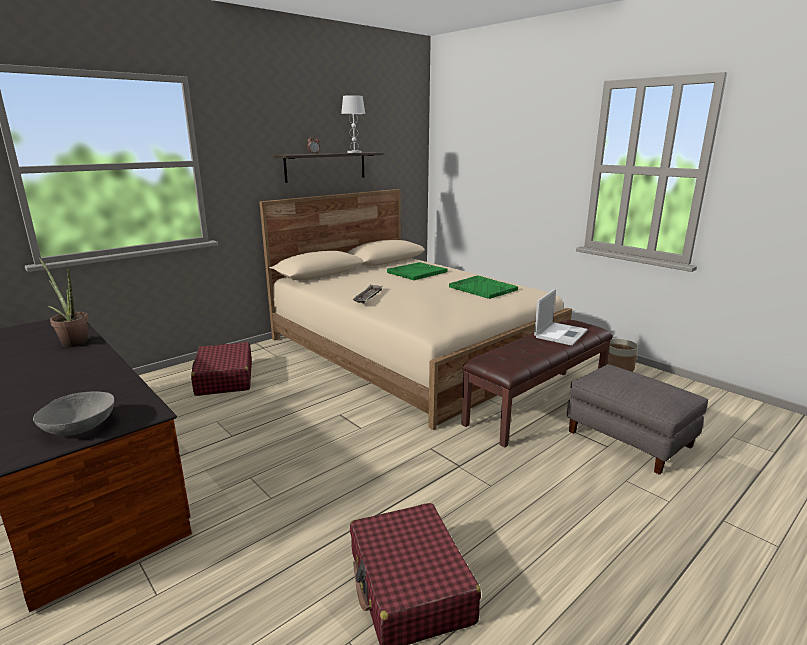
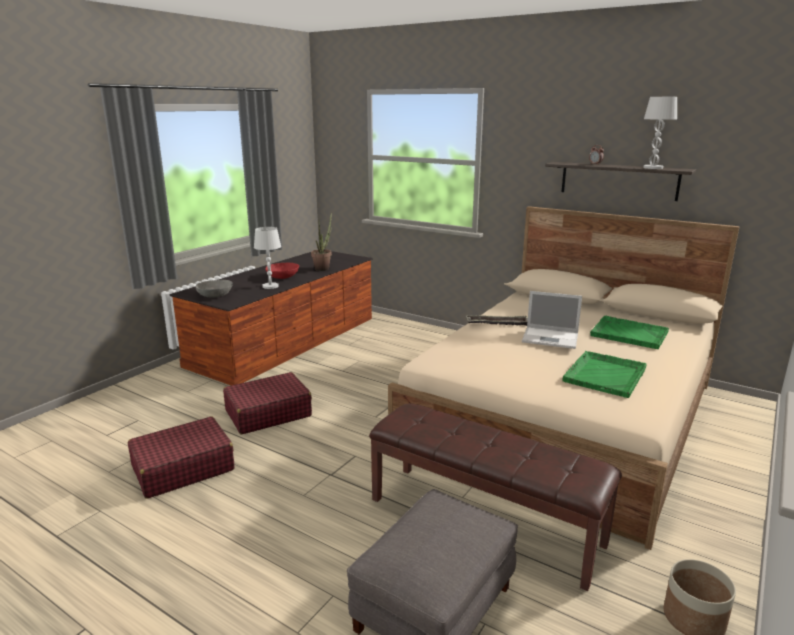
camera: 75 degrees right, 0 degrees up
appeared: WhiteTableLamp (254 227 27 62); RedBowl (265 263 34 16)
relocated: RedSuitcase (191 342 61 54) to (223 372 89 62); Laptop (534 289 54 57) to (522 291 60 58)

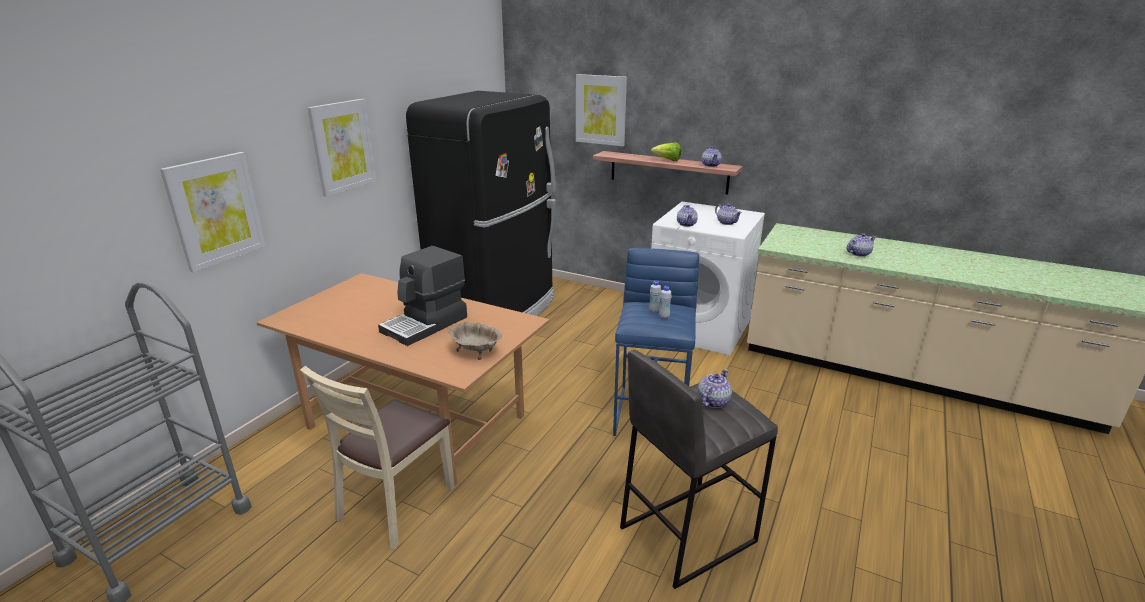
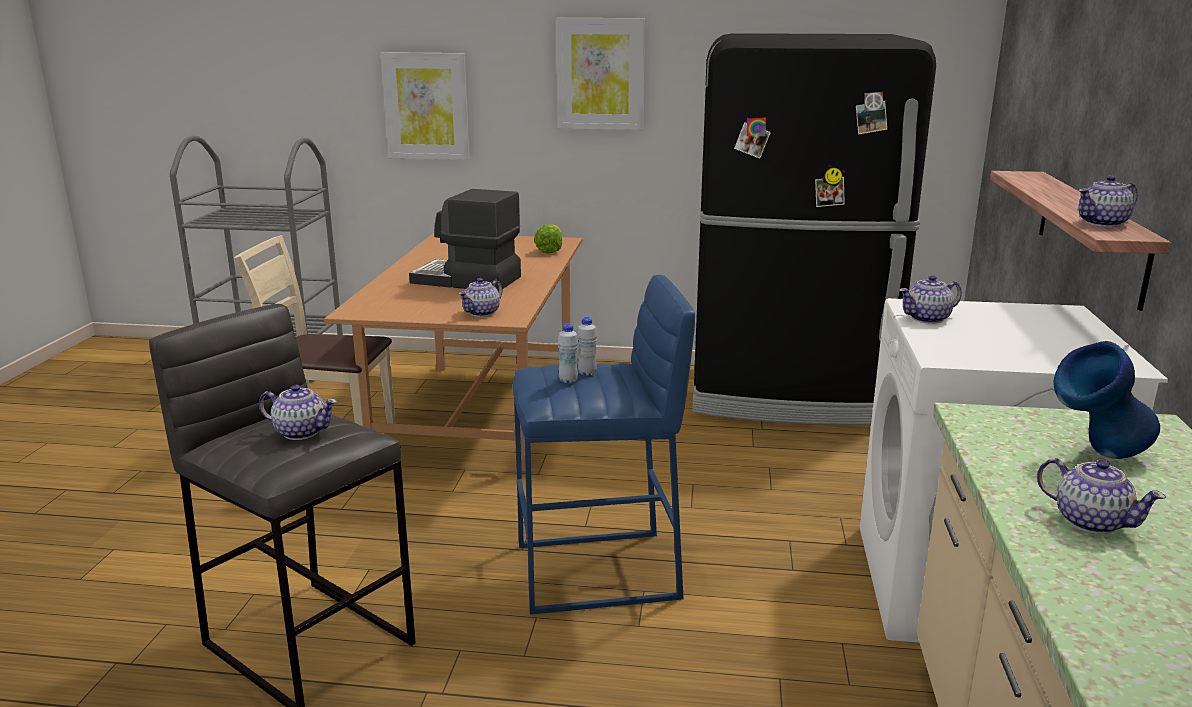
camera: 70 degrees right, 5 degrees down
missing: BeigeBowl (448 322 54 38); Picture (576 74 51 72)
appeared: BlueVase (1053 341 107 118)
relocated: Teapot (715 204 27 21) to (458 278 44 39); Lettuce (651 142 30 19) to (534 224 28 30)

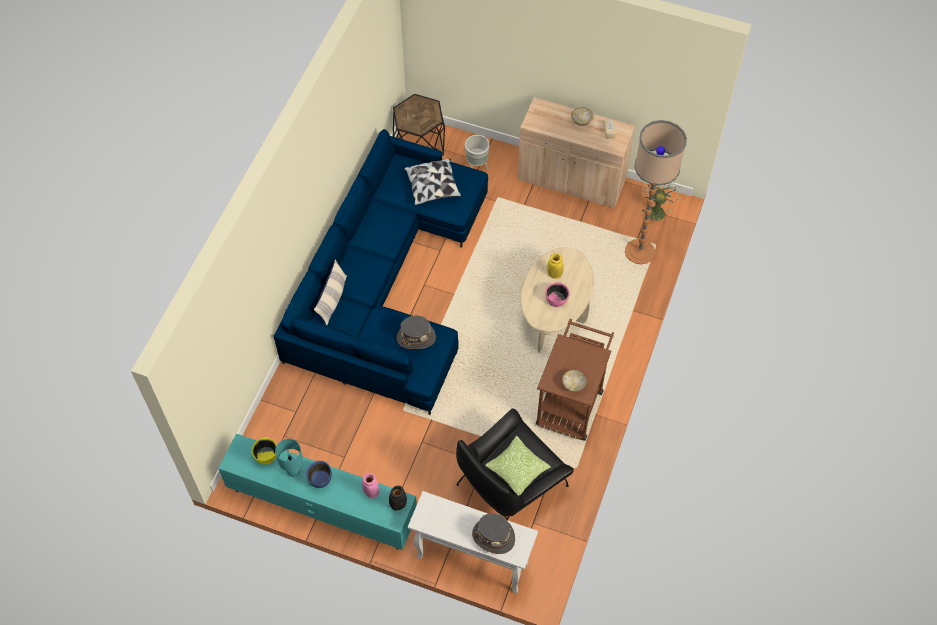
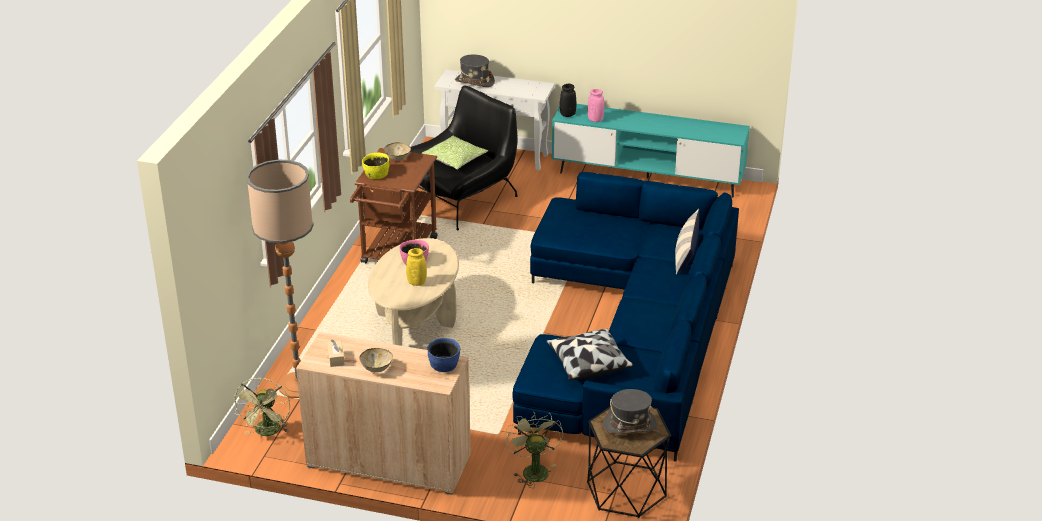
camera: 175 degrees right, 25 degrees down
missing: TurquoiseTableLamp (275 439 28 38)
relocated: YellowBowl (252 437 25 28) to (362 153 27 26); BlueBowl (306 461 26 27) to (427 338 33 34); GreyHat (397 316 39 33) to (603 389 55 45)
exchanged: GreyPlanter (465 135 25 35) to GreenFan (506 412 57 76)

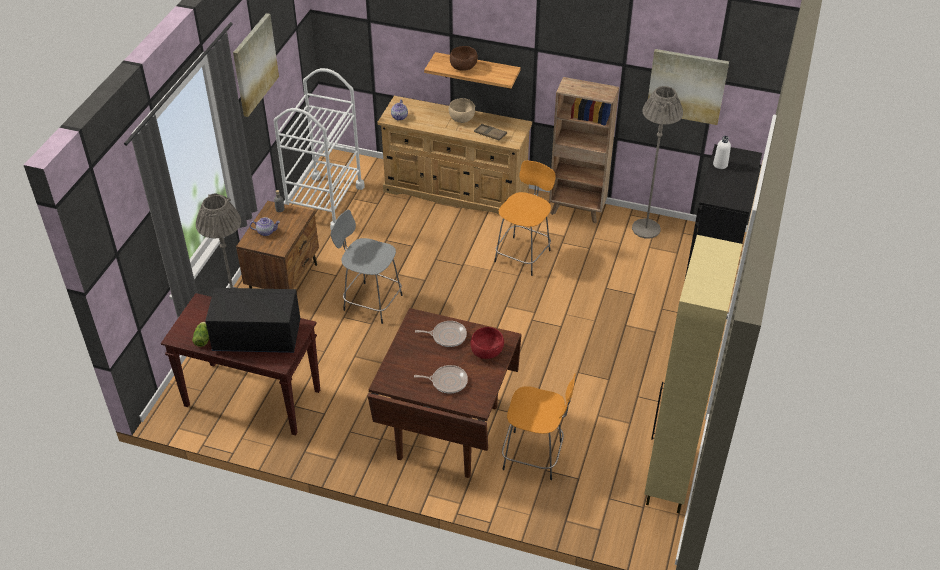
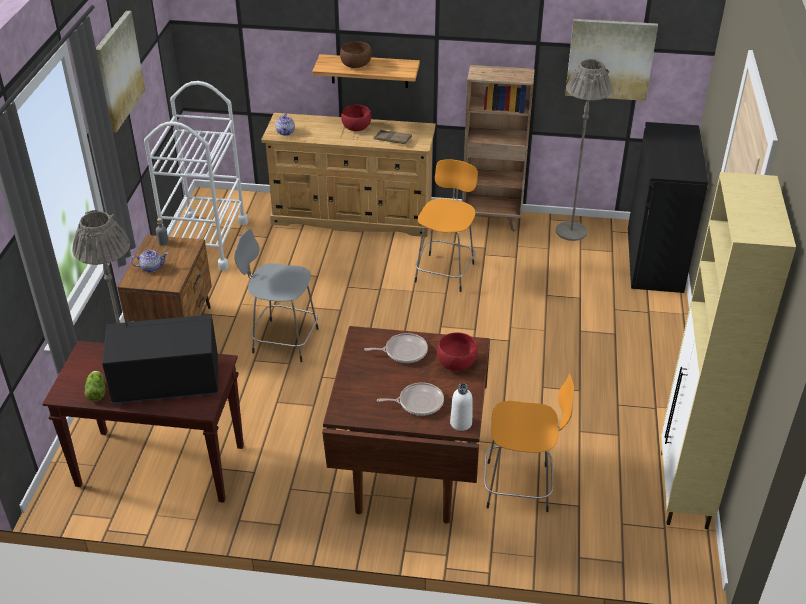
camera: 10 degrees left, 5 degrees down
relocated: WhiteBottle (713 136 18 33) to (450 383 23 48)
colour: BeigeBowl (449 98 27 25) to RedBowl (341 105 30 26)

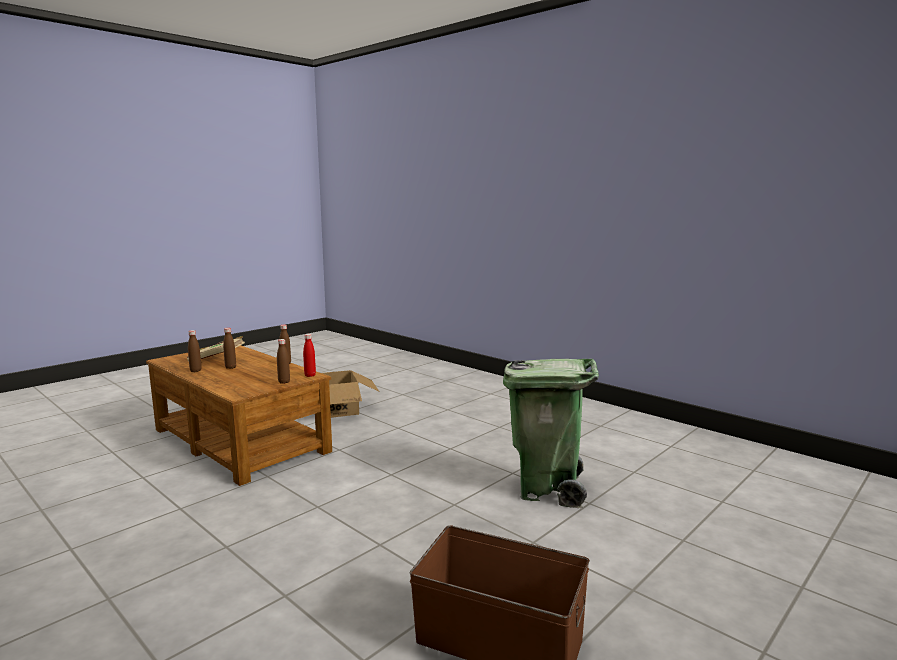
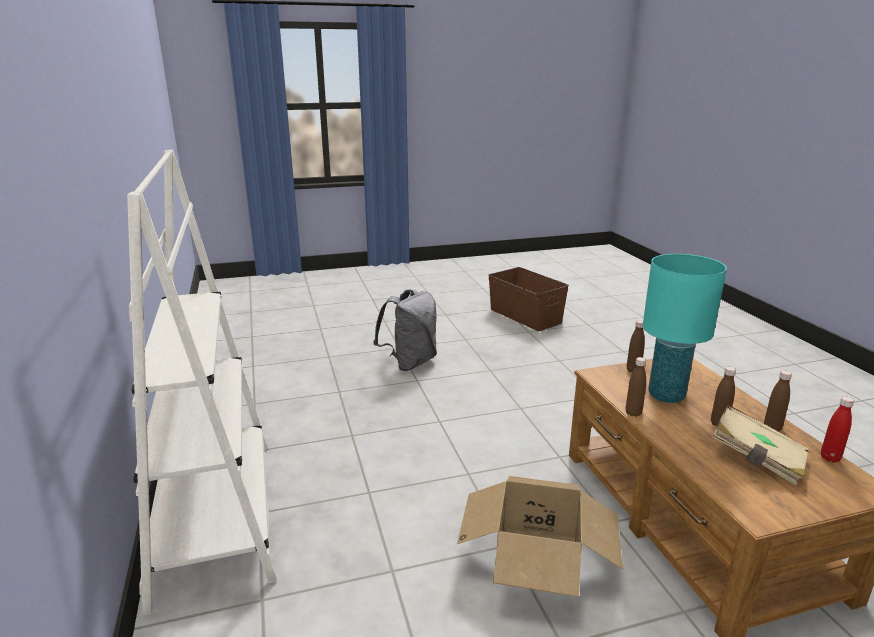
camera: 150 degrees left, 10 degrees up
appeared: WhiteBookcase (127 149 150 466); TurquoiseTableLamp (643 254 84 149)
relocated: RedBottle (303 334 13 43) to (821 397 33 66)
exchanged: GreenTrashCan (503 359 96 149) to GreyBackpack (373 290 64 81)

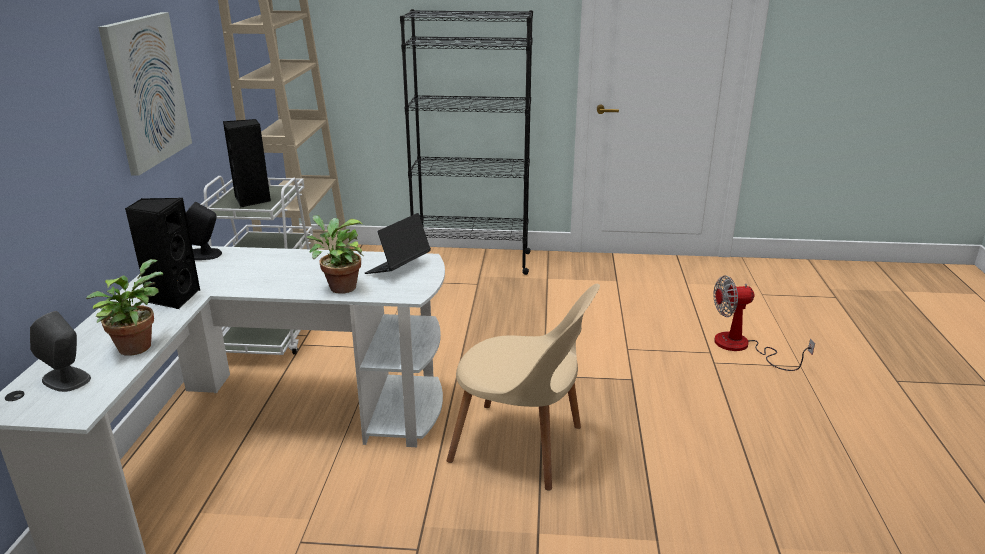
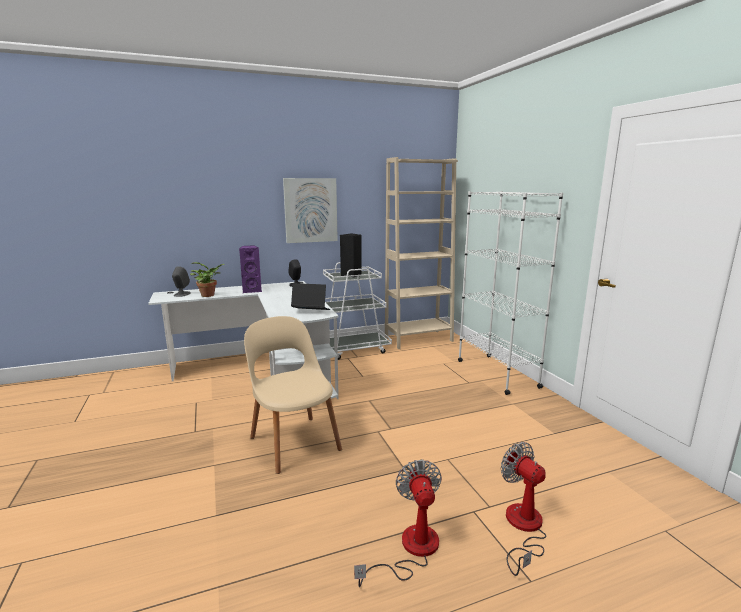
camera: 65 degrees right, 10 degrees down
missing: PottedPlant (306 215 58 79)
appeared: Fan (354 460 88 127)
colour: BlackSpeaker (125 198 75 111) to PurpleSpeaker (239 245 23 48); BlackBookcase (400 9 133 266) to WhiteBookcase (458 191 105 204)
spun: BeigeChair (447 283 153 208) = (244 316 98 158) 150 degrees clockwise

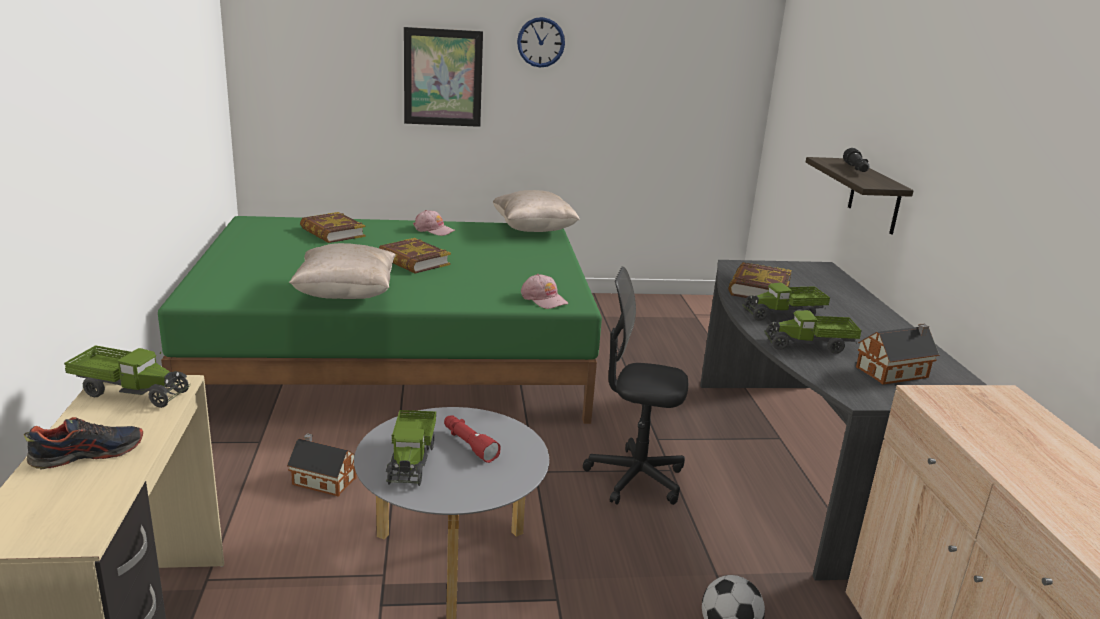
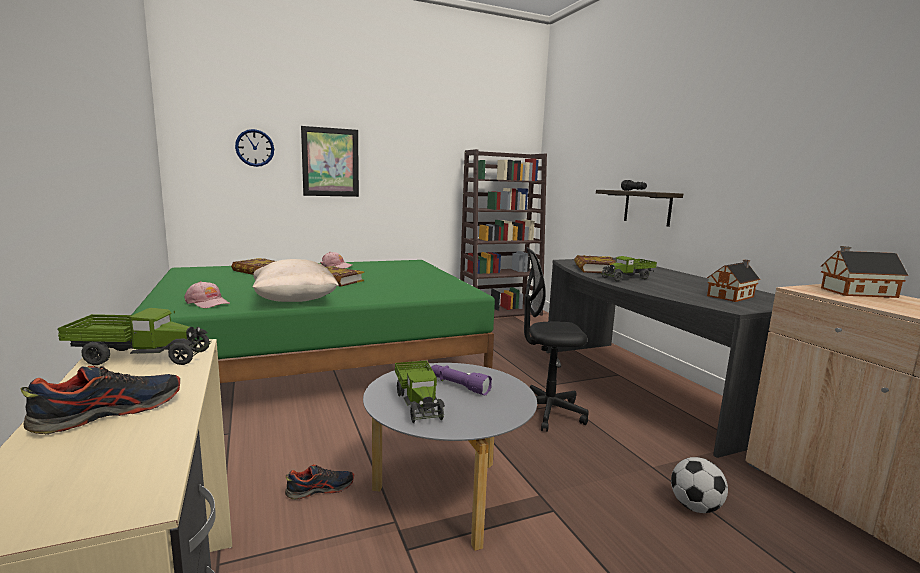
camera: 15 degrees left, 10 degrees down
missing: BeigePillow (493 190 87 42); ToyTruck (764 310 98 44)
appeared: Shoe (285 464 69 36); BrownBookcase (460 149 87 169)
relocated: PinkCap (521 274 47 35) to (184 281 46 27); WallClock (517 17 48 51) to (235 129 39 38); ToyHouse (287 433 70 64) to (821 246 87 52)
colour: RedFlashlight (444 415 56 48) to PurpleFlashlight (431 365 61 30)

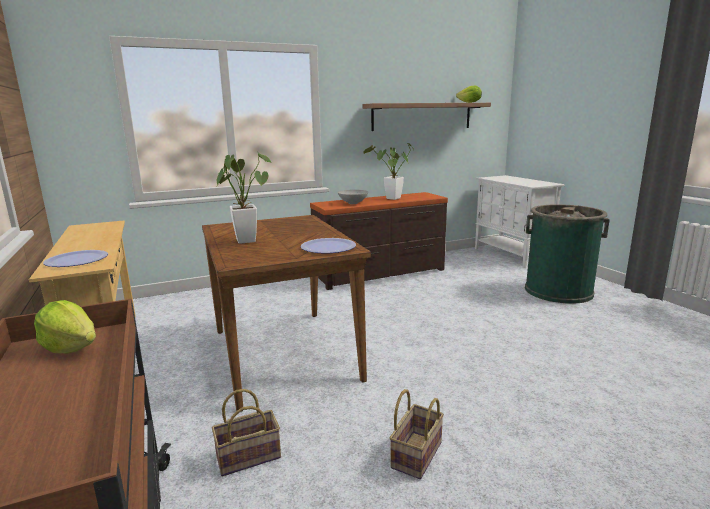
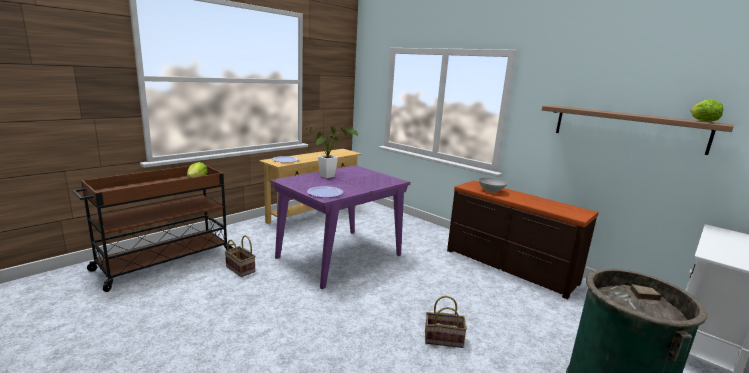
camera: 65 degrees right, 0 degrees up
missing: PottedPlant (363 143 51 57)
relocated: Basket (390 389 54 90) to (425 296 42 52)
colour: BrownDiningTable (202 215 169 197) to PurpleDiningTable (270 165 140 124)

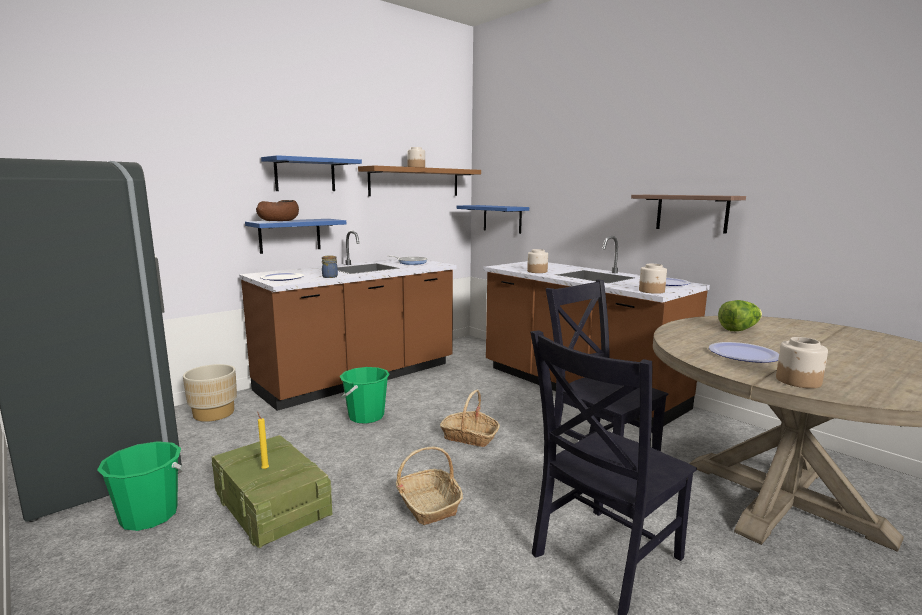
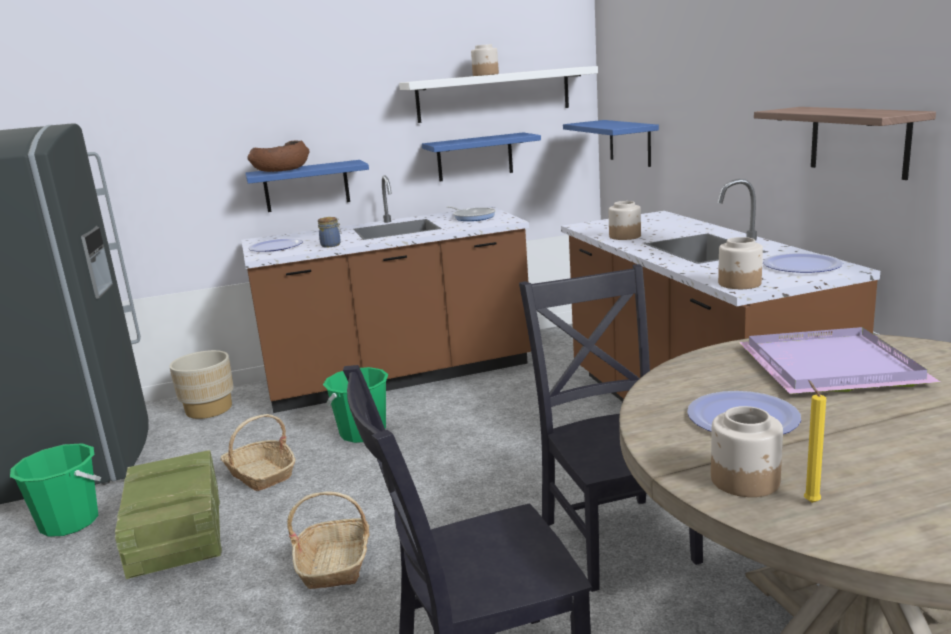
camera: 25 degrees right, 5 degrees up
relocated: Basket (440 390 60 57) to (221 414 74 77); BlueShelf (261 155 101 36) to (422 132 119 50); YellowCandle (257 412 12 58) to (804 380 22 123)
exchanged: Lettuce (718 300 44 31) to PurpleTray (738 327 202 67)
colour: BrownShelf (358 165 123 31) to WhiteShelf (399 66 199 57)

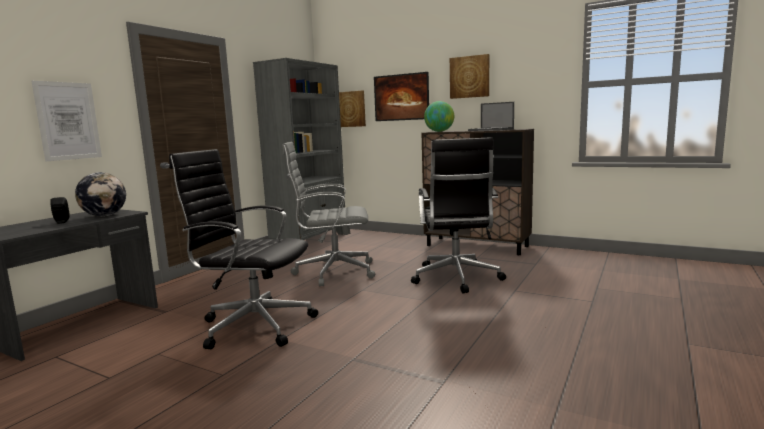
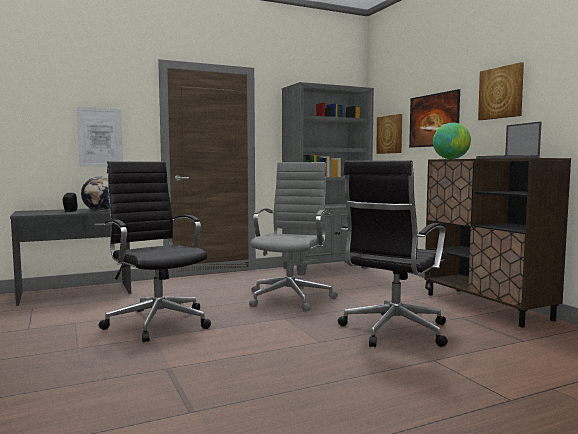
camera: 35 degrees right, 5 degrees down
spun: GreyOfficeChair (282 142 93 144) = (249 162 89 150) 75 degrees clockwise

